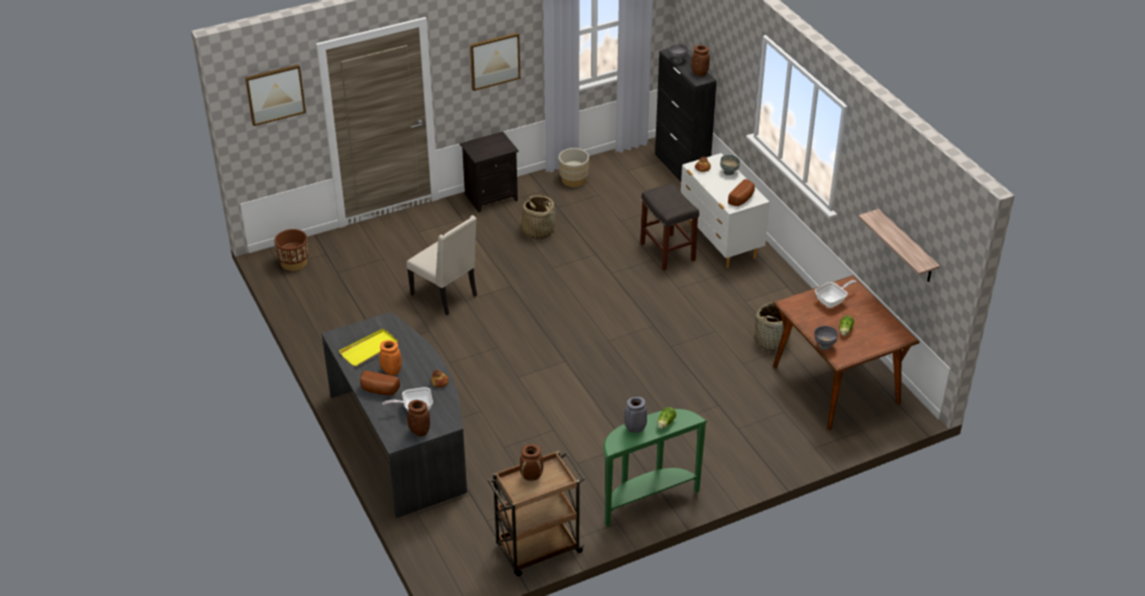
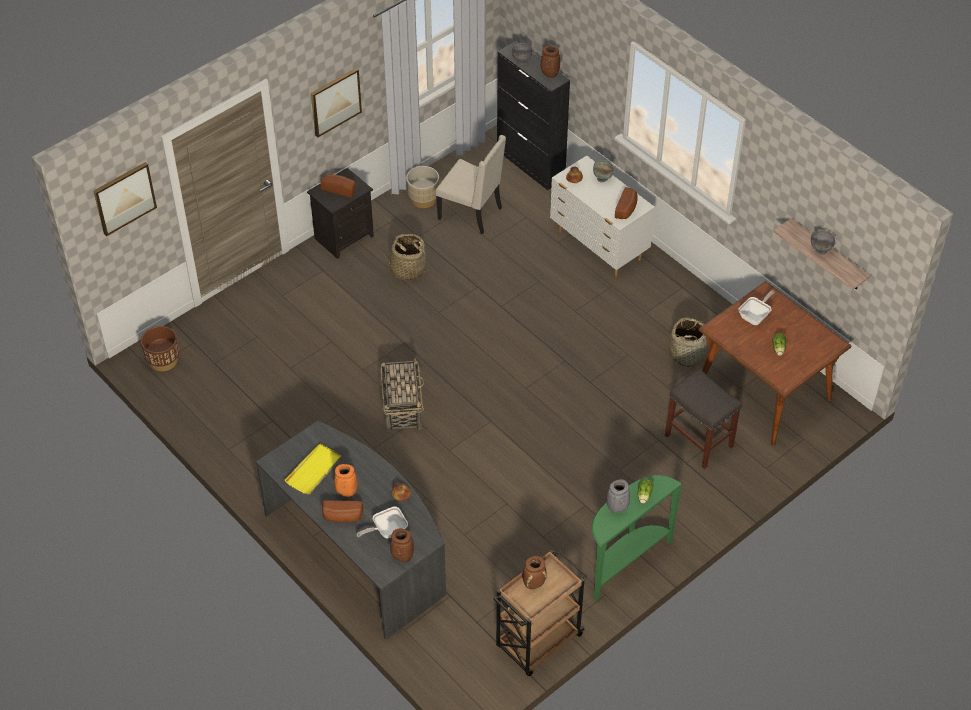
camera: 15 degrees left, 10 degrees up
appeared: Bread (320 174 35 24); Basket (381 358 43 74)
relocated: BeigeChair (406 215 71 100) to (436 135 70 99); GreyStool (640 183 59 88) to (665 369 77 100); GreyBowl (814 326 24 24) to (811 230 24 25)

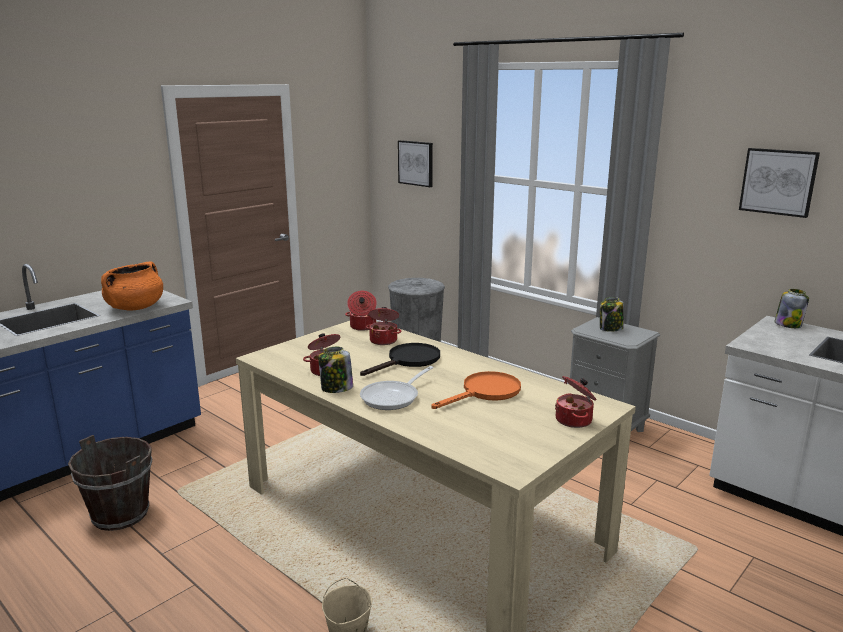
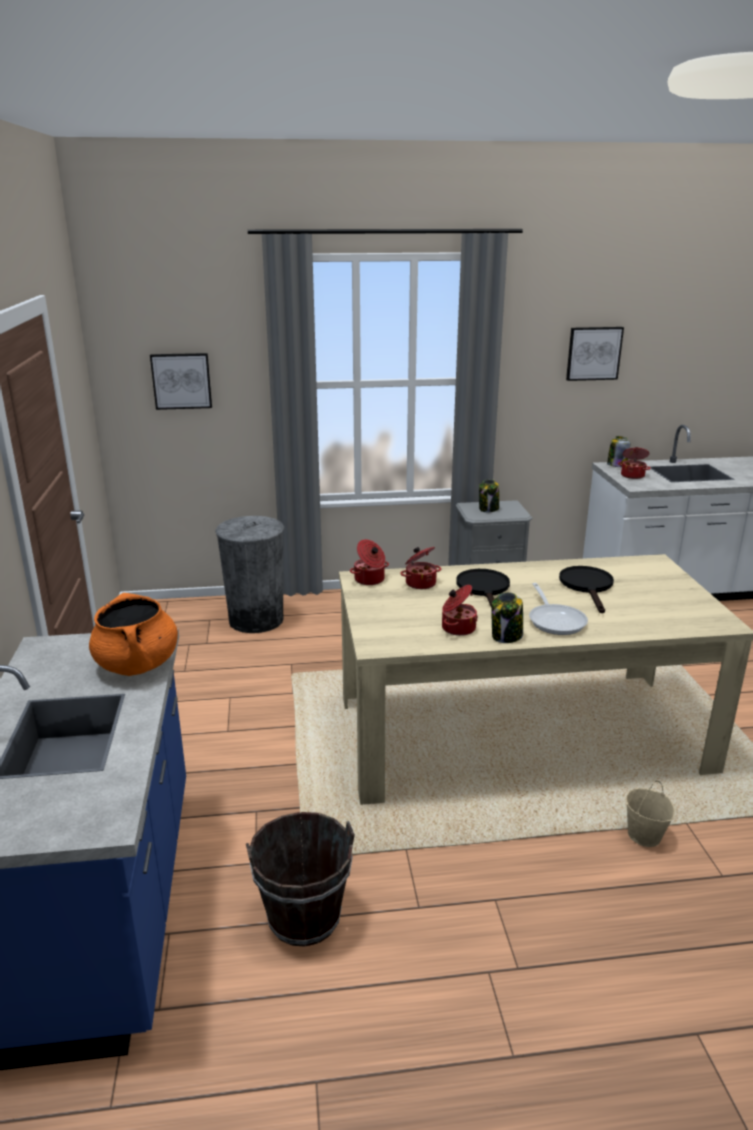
camera: 50 degrees left, 5 degrees up
relocated: CookingPot (555 376 42 52) to (618 447 33 32)
colour: OrangeFryingPan (431 371 90 38) to BlackFryingPan (559 566 55 47)

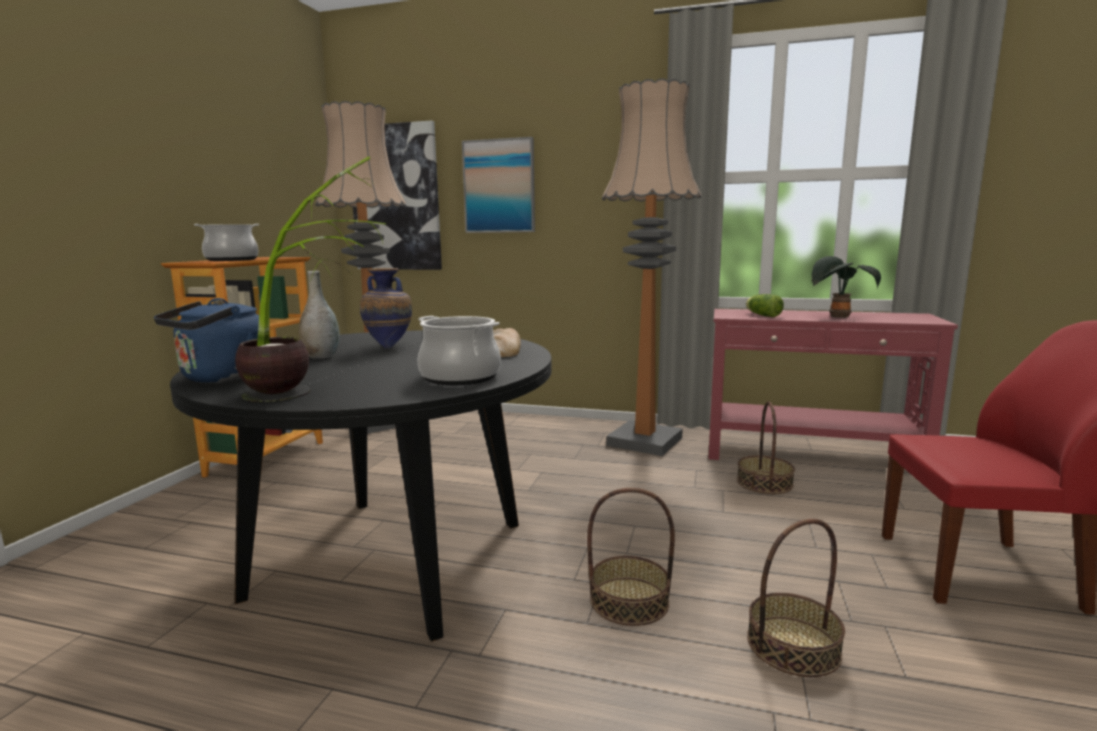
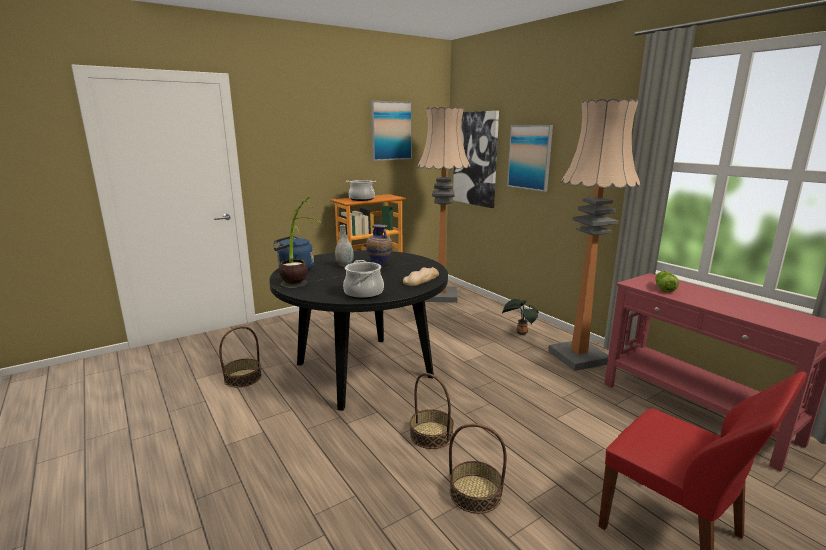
camera: 40 degrees right, 5 degrees up
appeared: Picture (371 101 41 60)
relocated: Basket (737 401 58 93) to (219 326 43 61); PottedPlant (812 256 69 62) to (502 299 37 36)

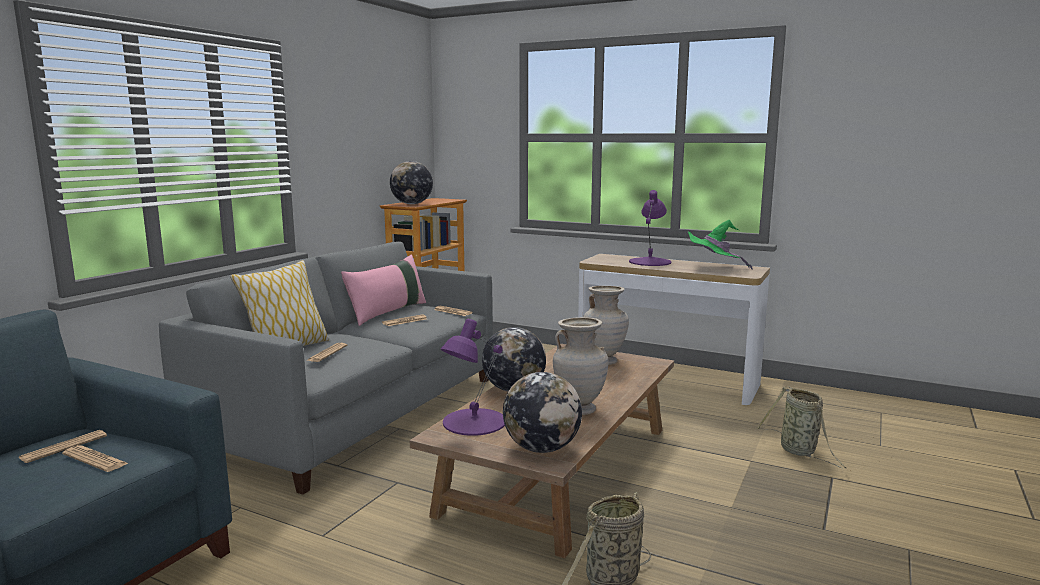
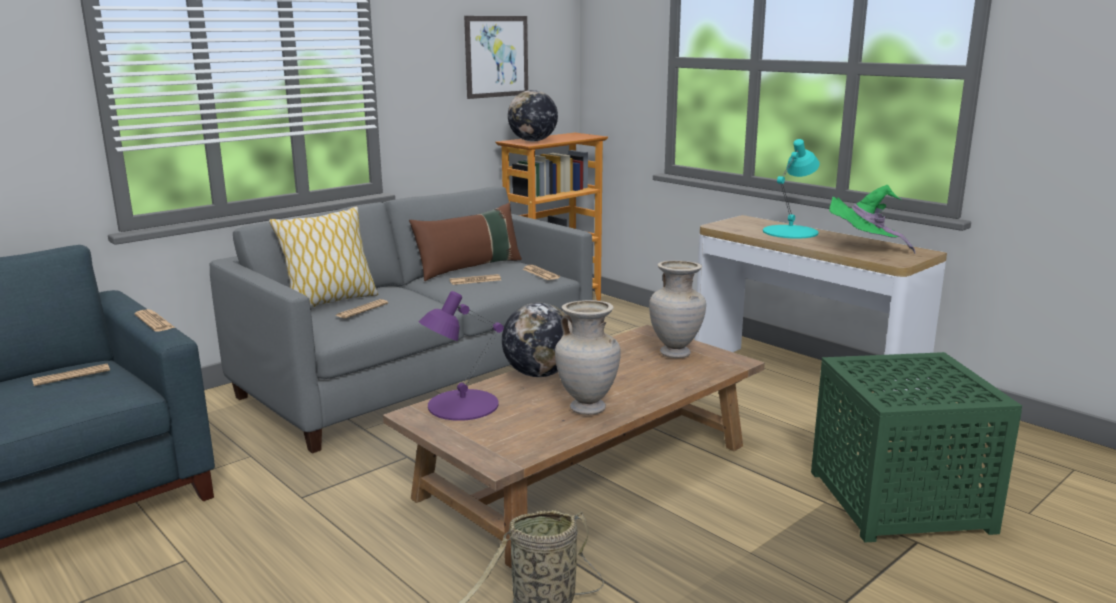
camera: 20 degrees right, 5 degrees up
missing: Globe (503 372 79 81)
appeared: Picture (464 16 64 83)
relocated: Newspaper (62 445 67 27) to (134 309 41 23)
exchanged: Basket (757 386 89 82) to GreenSideTable (811 352 211 191)
colour: PinkPillow (341 255 85 71) to BrownPillow (409 203 113 78); PurpleTableLamp (629 190 42 76) to TurquoiseTableLamp (763 139 57 100)

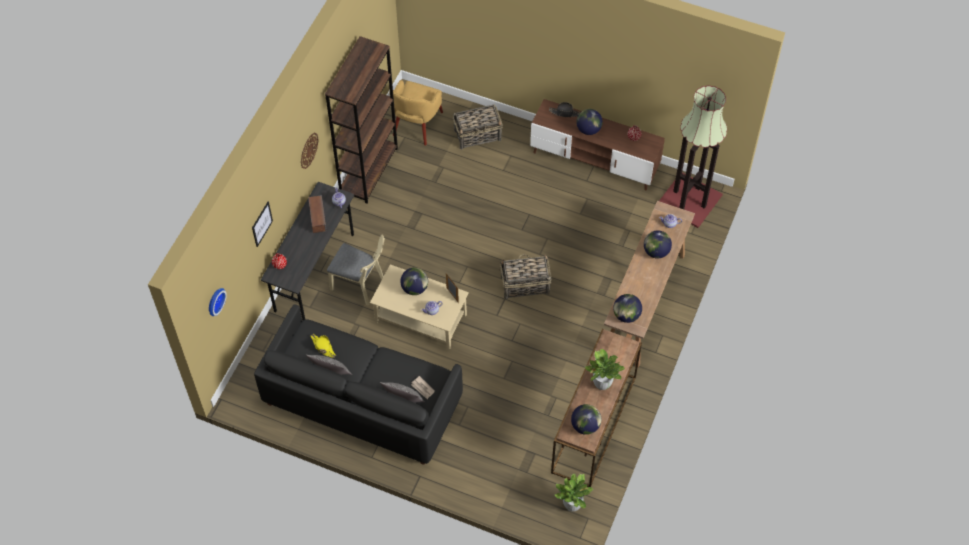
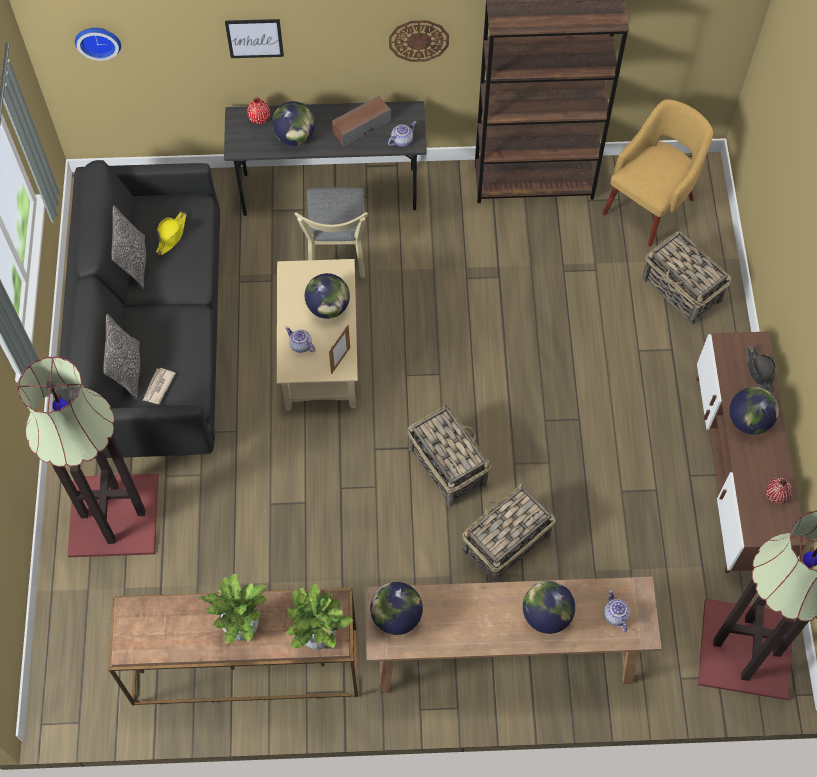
camera: 65 degrees right, 5 degrees up
appeared: FloorLamp (18 356 141 201); Basket (462 484 94 99)
relocated: Globe (571 404 30 31) to (271 101 44 45); PottedPlant (554 473 40 39) to (286 583 67 67)
spun: YellowArmchair (389 80 54 65) = (602 99 111 148) 135 degrees clockwise

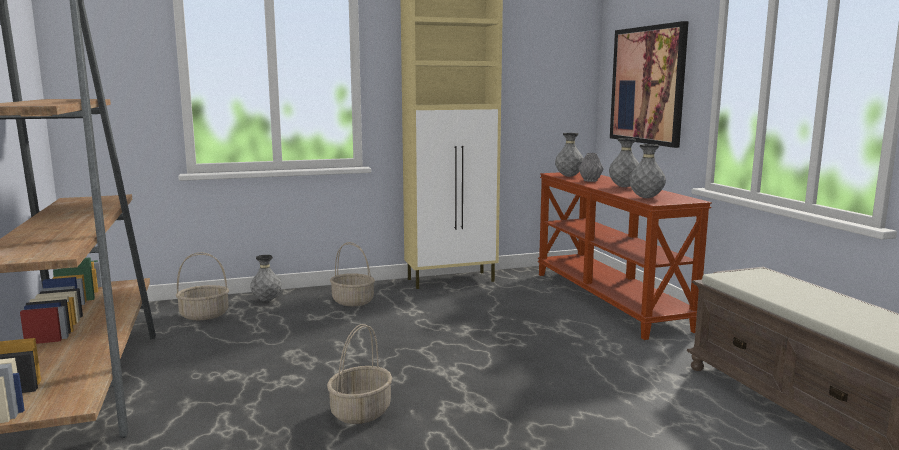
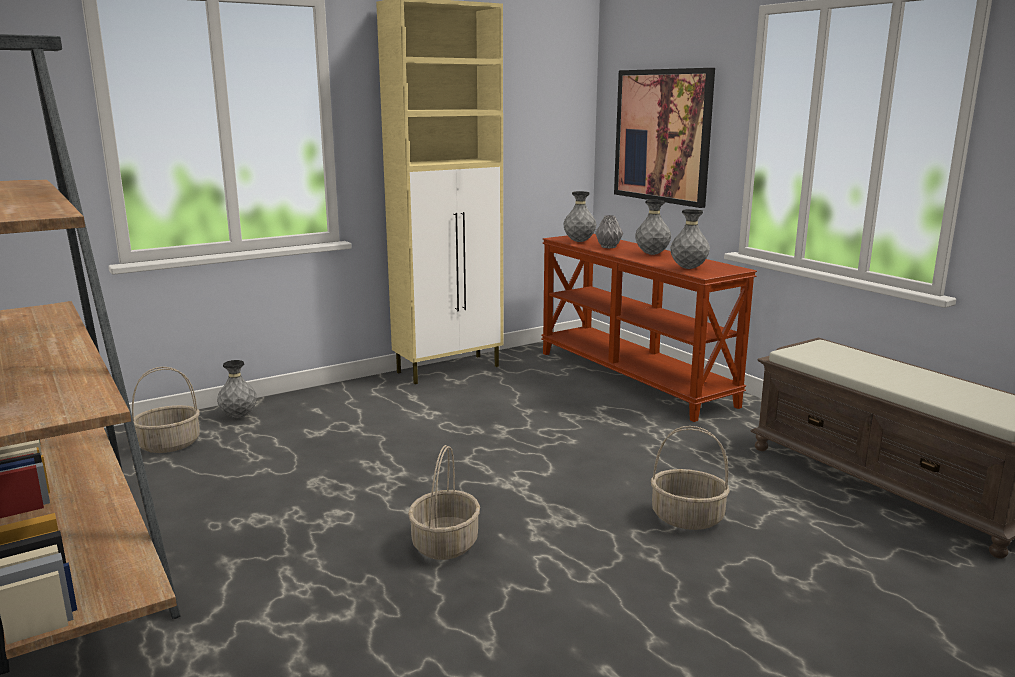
camera: 15 degrees left, 5 degrees up
relocated: Basket (330 242 45 64) to (651 426 79 104)

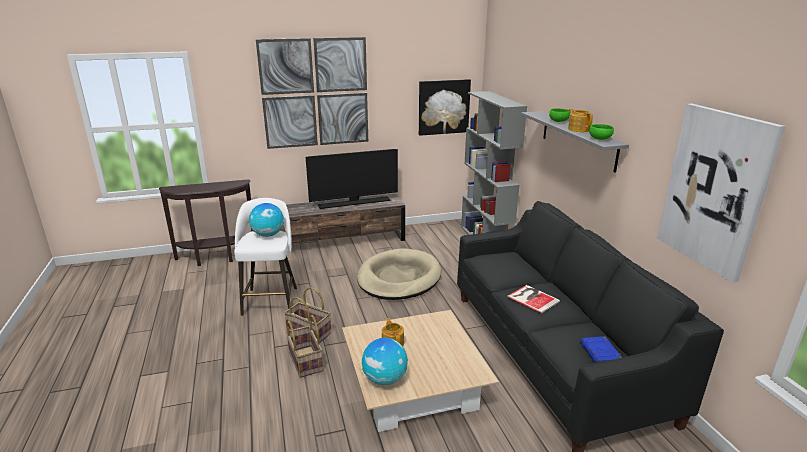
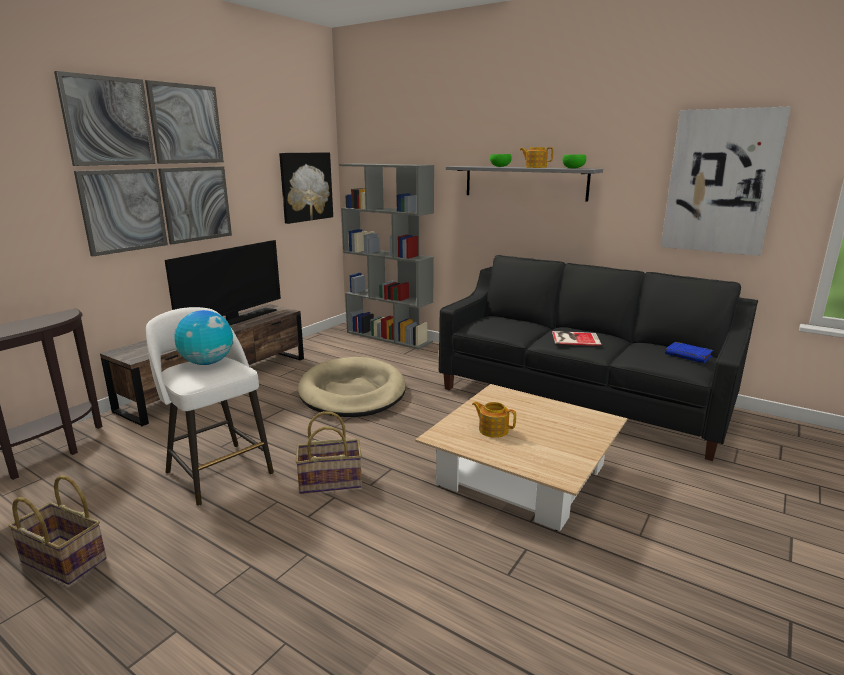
camera: 40 degrees left, 5 degrees down
missing: Globe (362 338 46 47)
relocated: Basket (286 315 37 63) to (8 475 99 110)

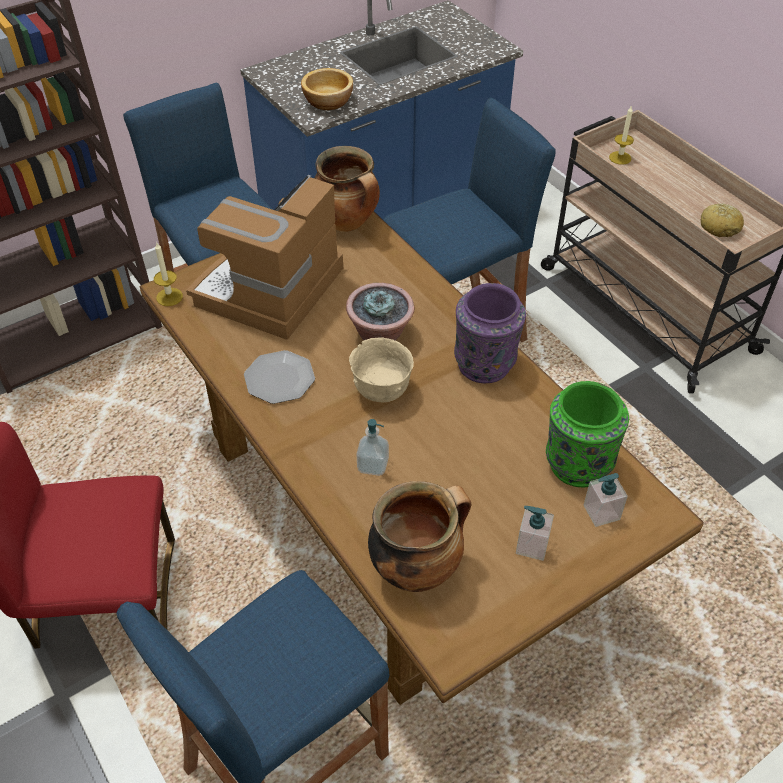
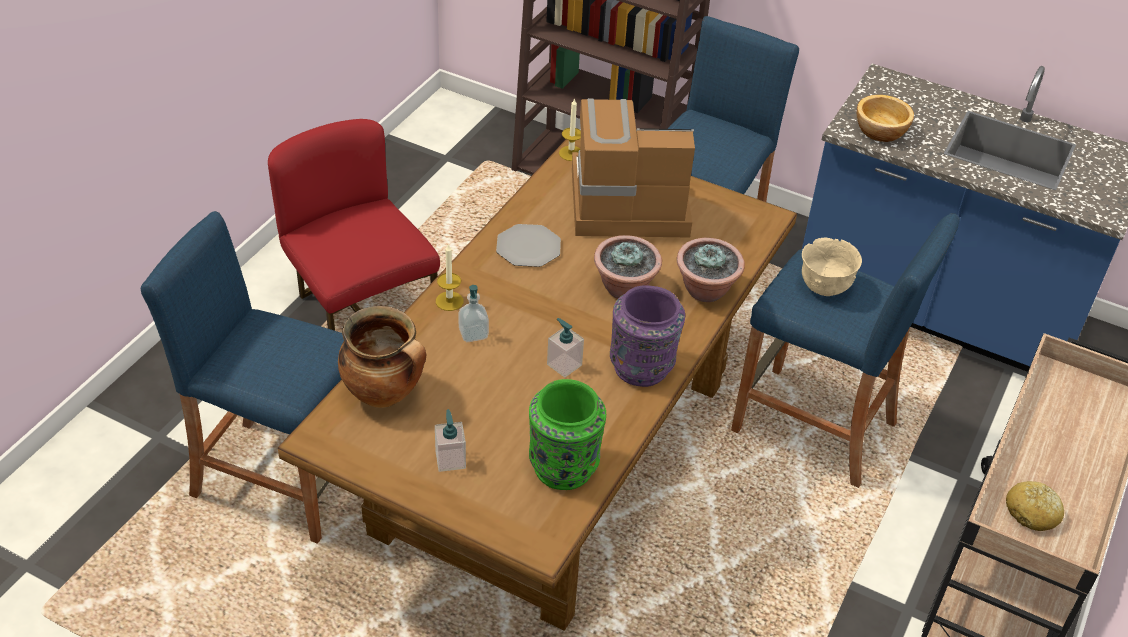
camera: 60 degrees right, 5 degrees down
missing: CookingPot (314 146 66 86)
appeared: PottedPlant (677 238 68 64)
relocated: Candle (609 105 25 60) to (436 244 28 67); SoapDispenser (584 473 44 54) to (547 318 37 59); BeigeBowl (349 338 65 64) to (802 237 60 59)

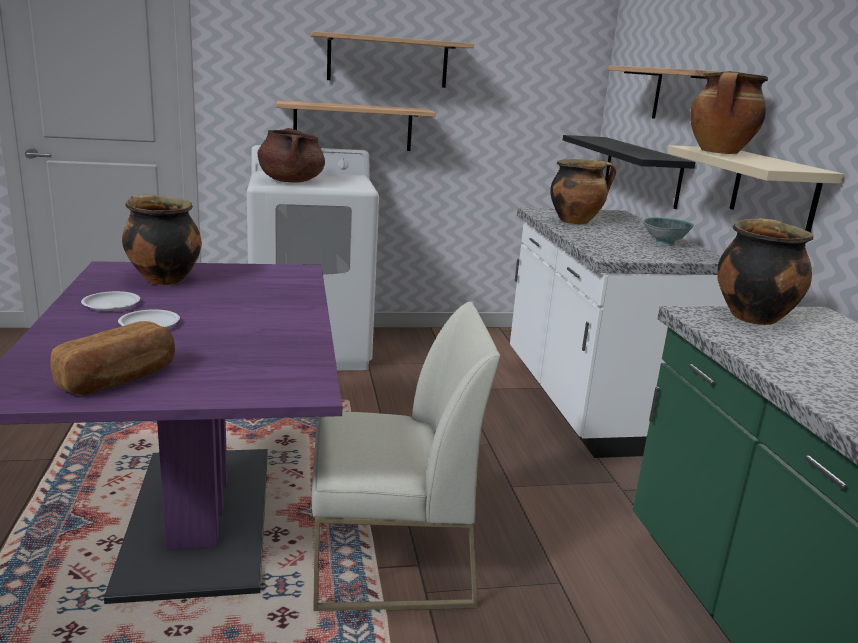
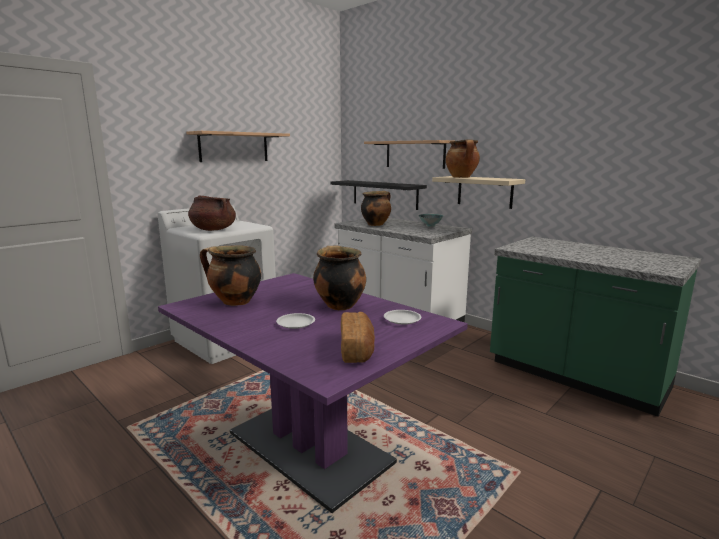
camera: 35 degrees left, 5 degrees down
missing: Shelf (276 100 160 51); WhiteChair (312 301 188 310)
relocated: CookingPot (717 218 97 107) to (313 245 53 65); WhitePlate (81 291 59 20) to (384 310 37 15)

